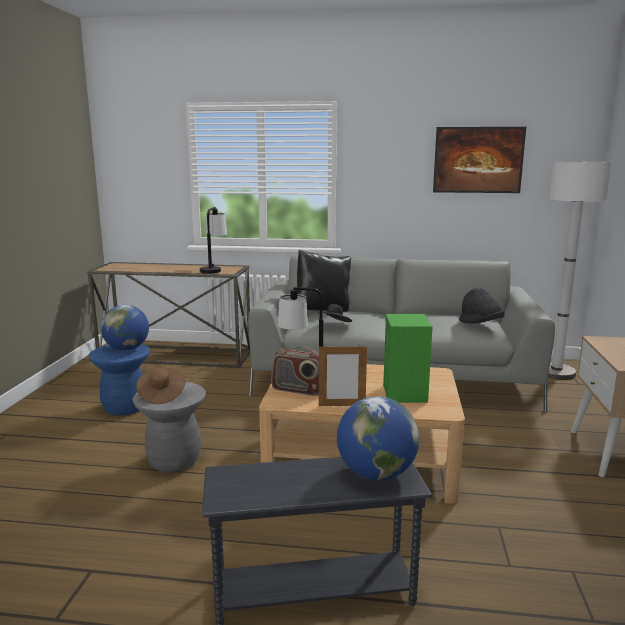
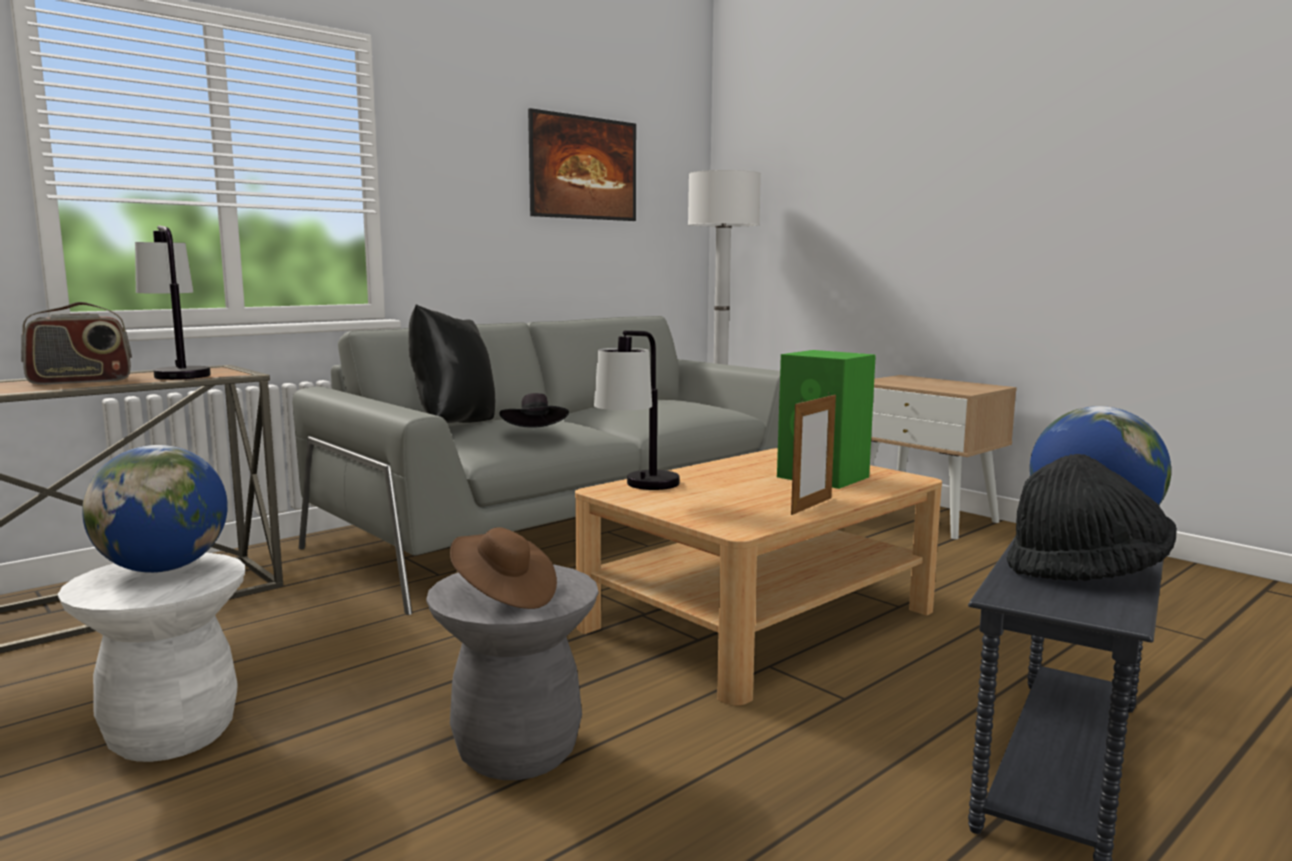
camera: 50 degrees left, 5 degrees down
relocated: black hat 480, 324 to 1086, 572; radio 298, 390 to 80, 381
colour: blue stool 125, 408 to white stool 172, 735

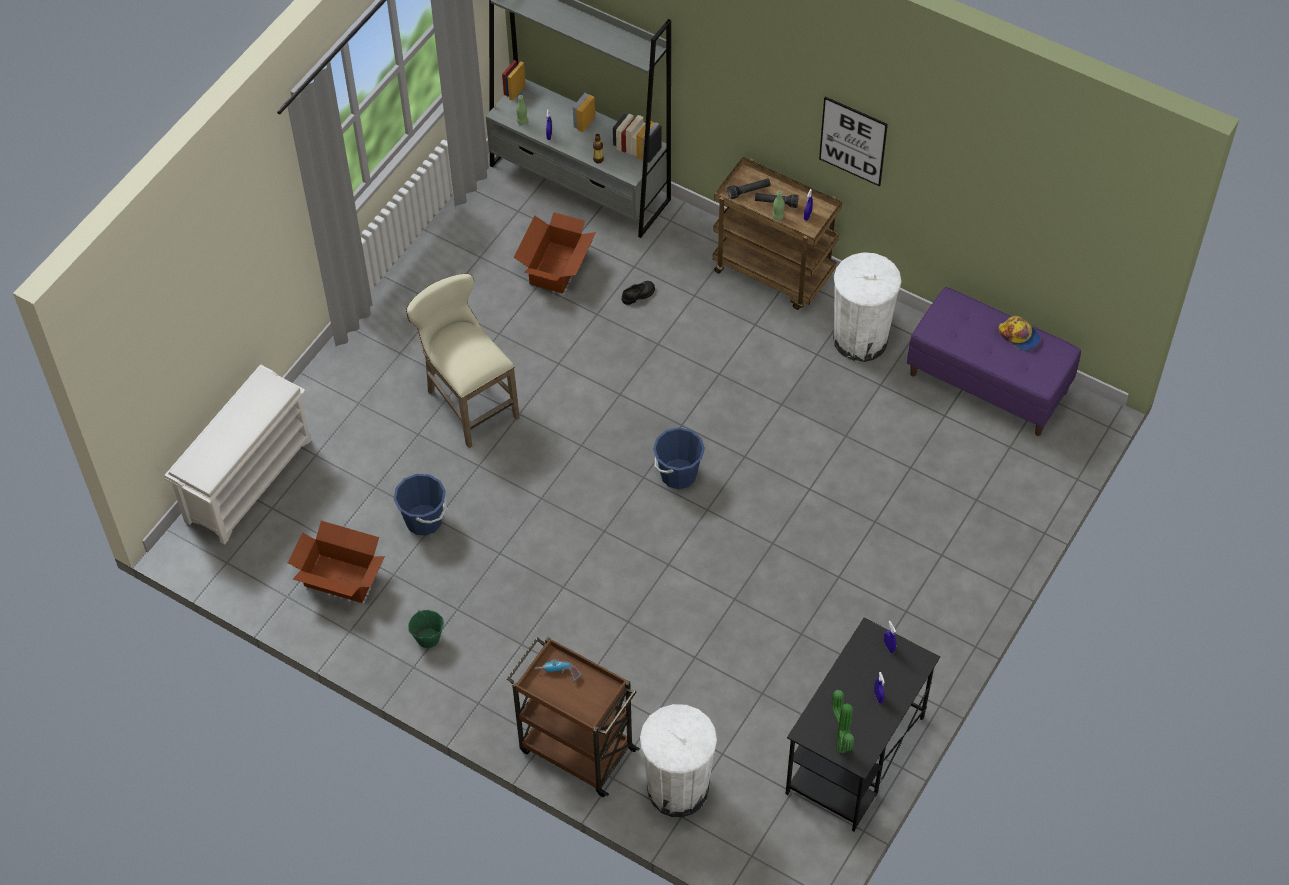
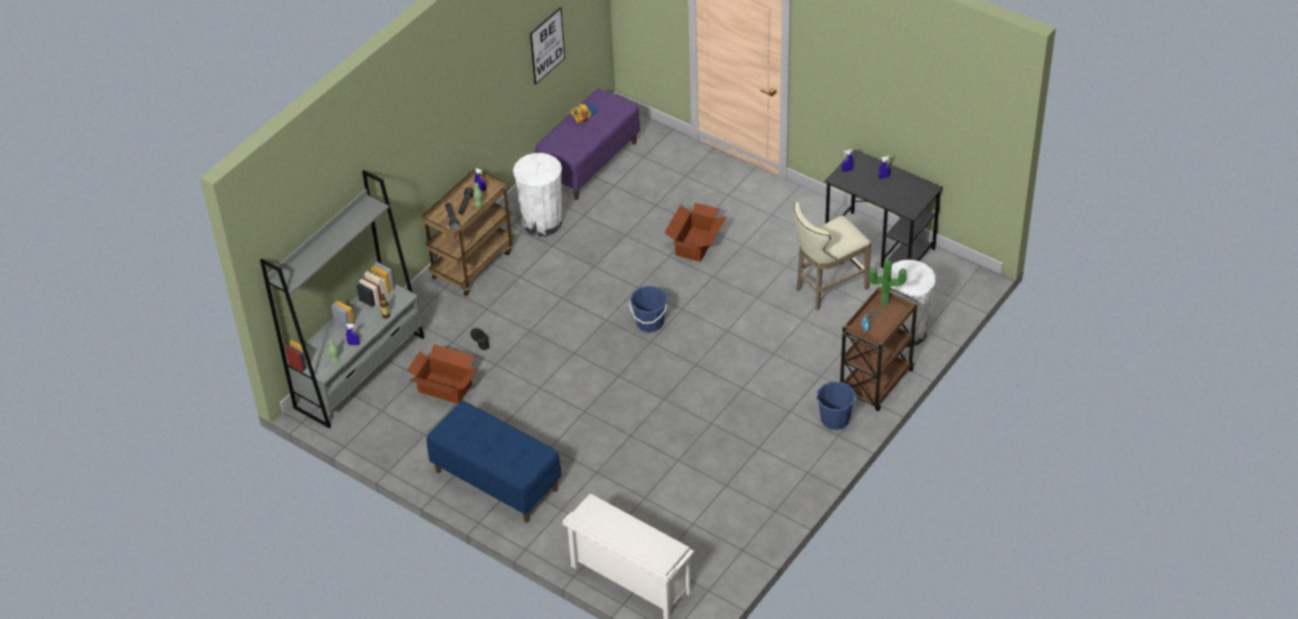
camera: 85 degrees left, 10 degrees down
missing: green bucket 428, 638
appeared: blue bench 495, 480
relocated: picture 853, 141 to 547, 45; beige stool 468, 402 to 827, 289; blue bucket 424, 520 to 835, 419; cardboard box 340, 577 to 695, 244; potted plant 839, 748 to 885, 304

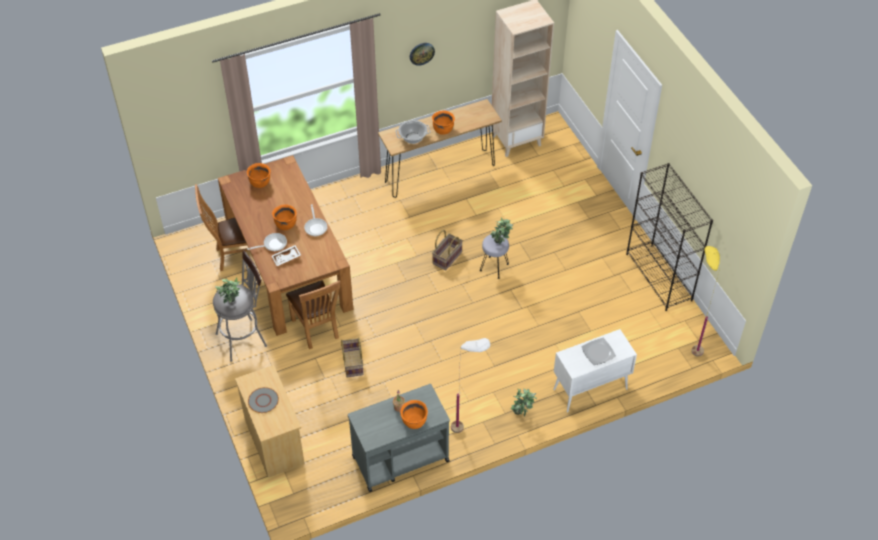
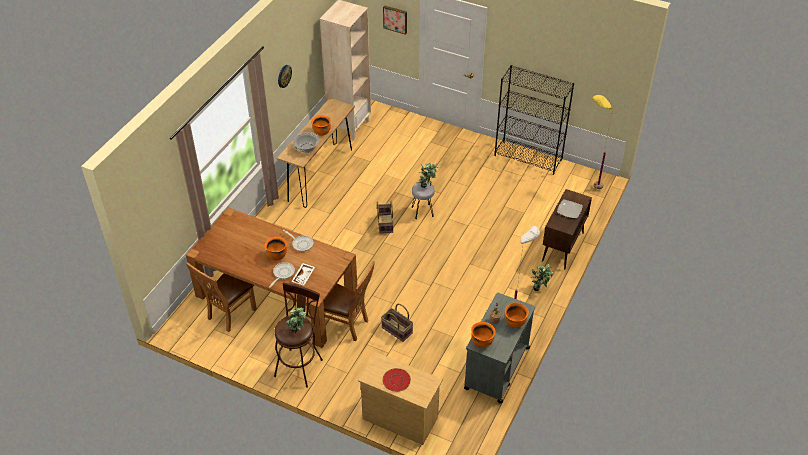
camera: 40 degrees left, 5 degrees down
appeared: picture 395, 19
relocated: orange cooking pot 260, 183 to 482, 341
colour: grey stool 245, 338 to brown stool 300, 364; white cabinet 589, 389 to brown cabinet 562, 247; grey plate 263, 400 to red plate 396, 380

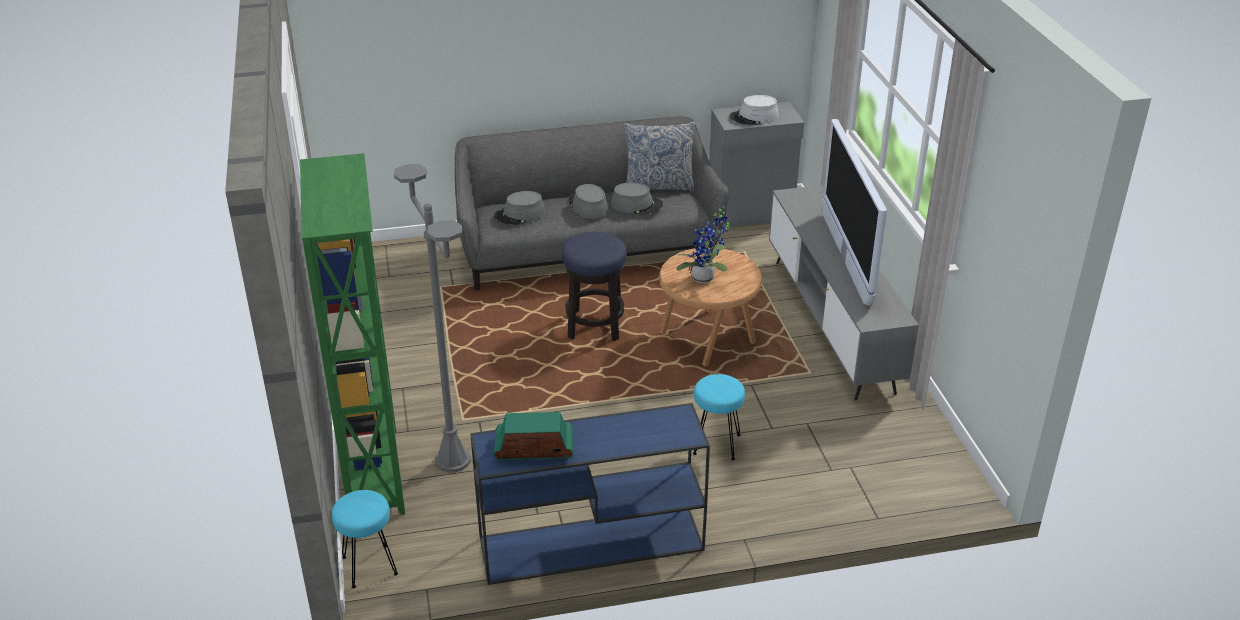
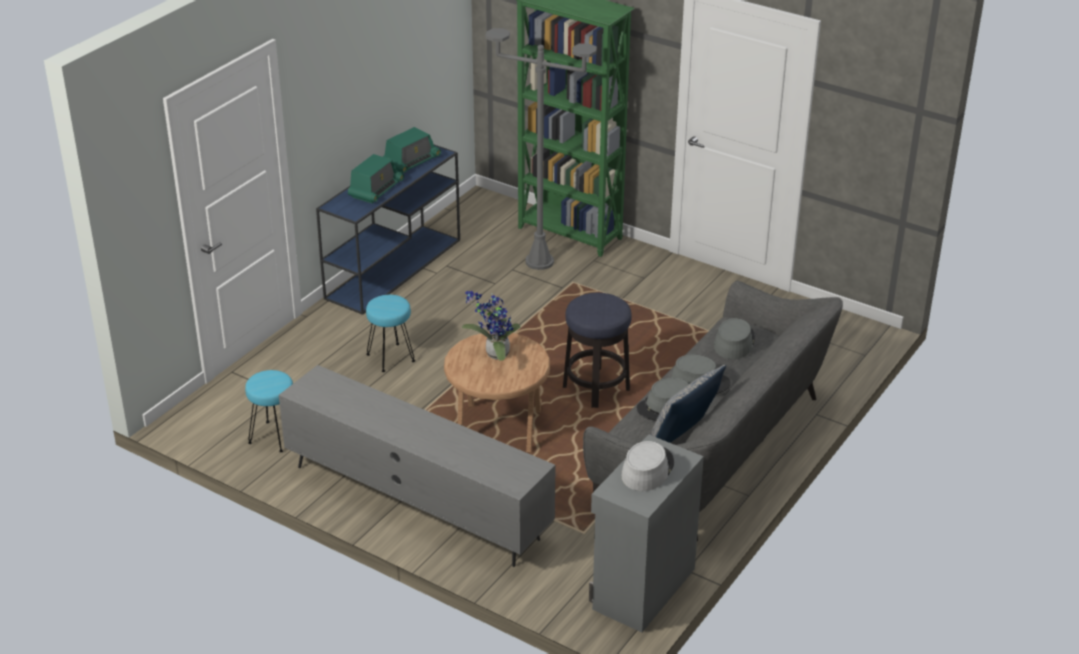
camera: 135 degrees right, 0 degrees up
missing: television 846, 259
appeared: radio 376, 190
relocated: turquoise stool 368, 566 to 275, 436

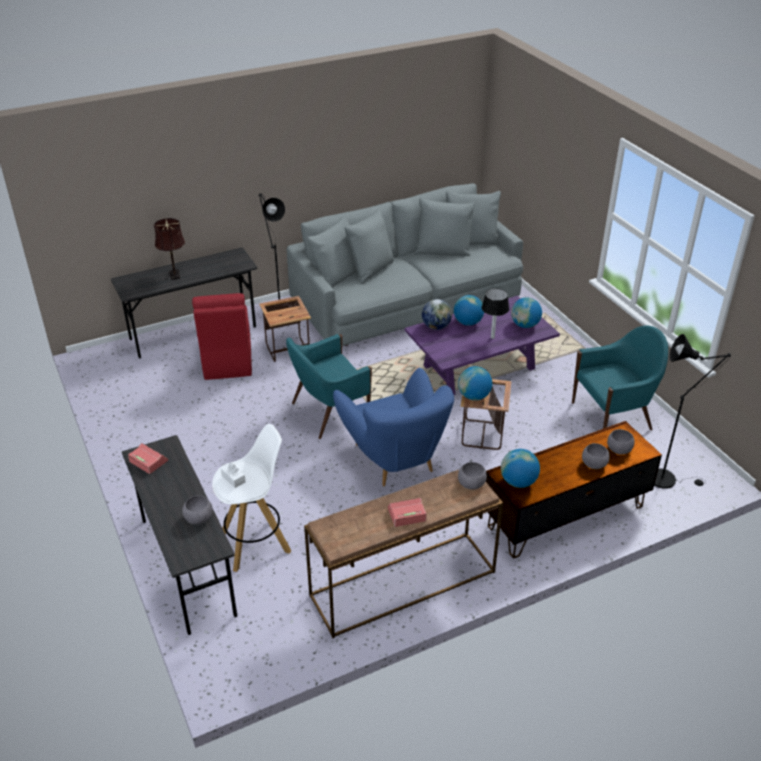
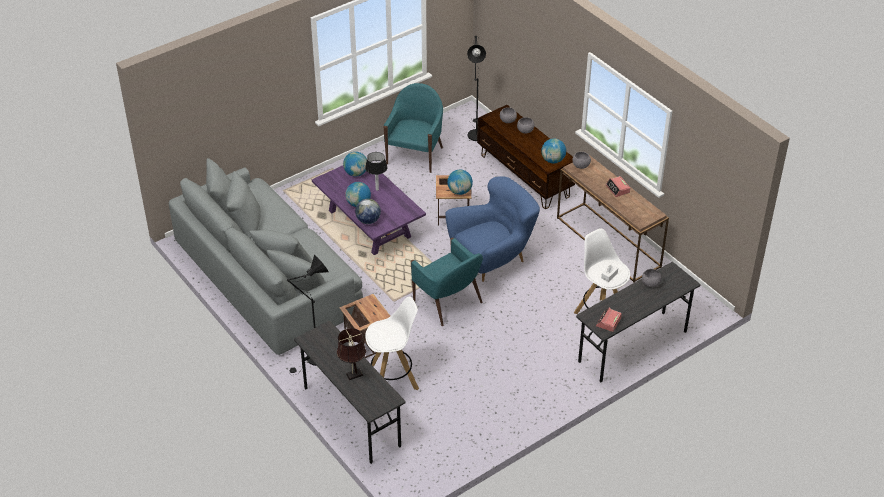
camera: 100 degrees left, 5 degrees up
exchanged: red chair 227, 361 to white stool 393, 381
spun: turquoise armchair 613, 416 = 415, 155 45 degrees clockwise

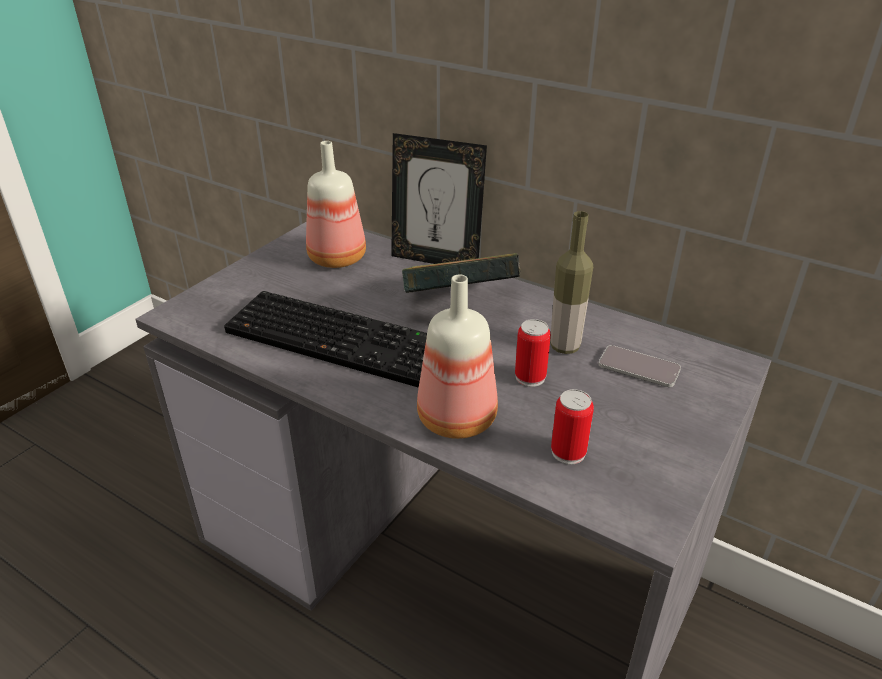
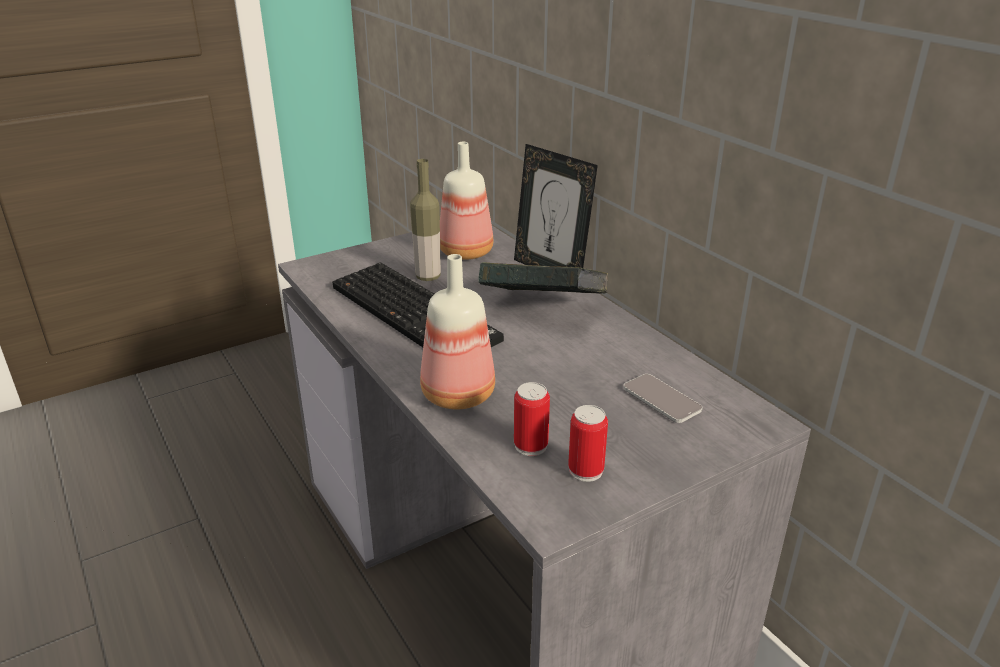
camera: 25 degrees right, 5 degrees down
relocated: bottle 565, 346 to 428, 277; can 530, 377 to 586, 470

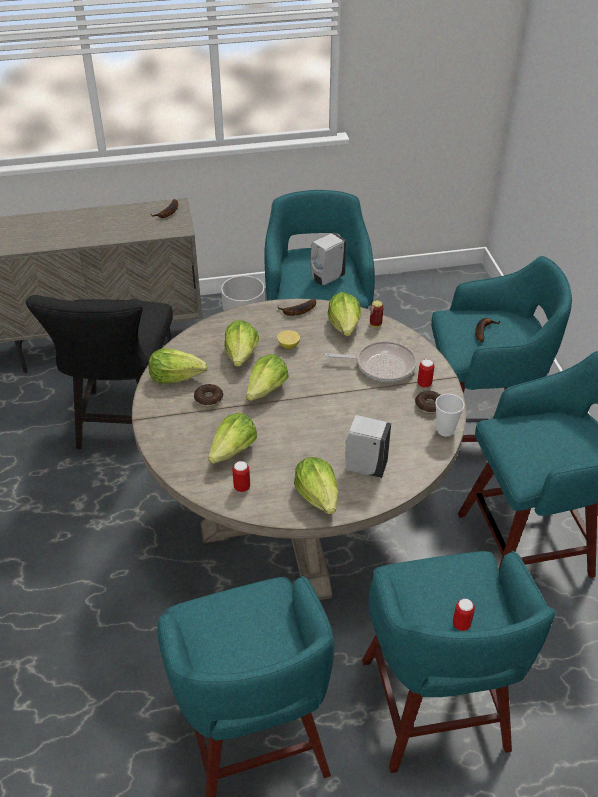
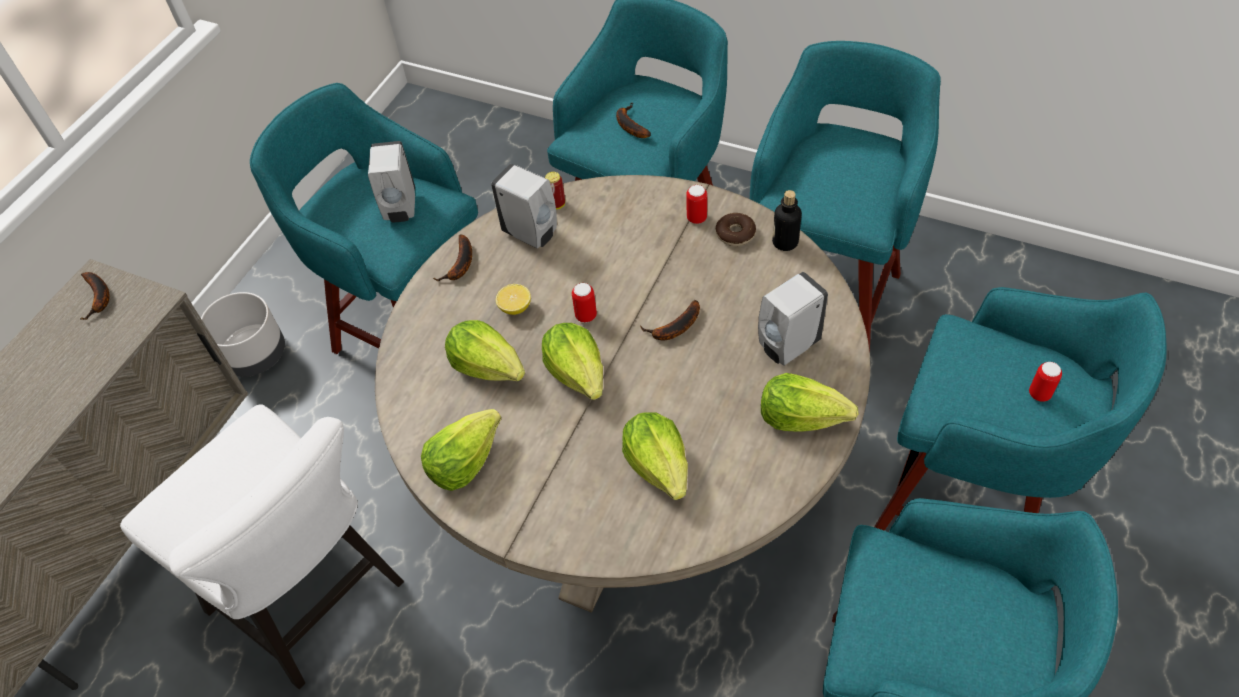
camera: 50 degrees left, 10 degrees up
missing: frying pan 381, 365; donut 209, 399
appeared: banana 674, 328
relocated: can 242, 487 to 586, 316
exchanged: lettuce 345, 326 to white soap dispenser 532, 234; cup 445, 430 to bottle 785, 242
colour: black chair 126, 427 to white chair 317, 602

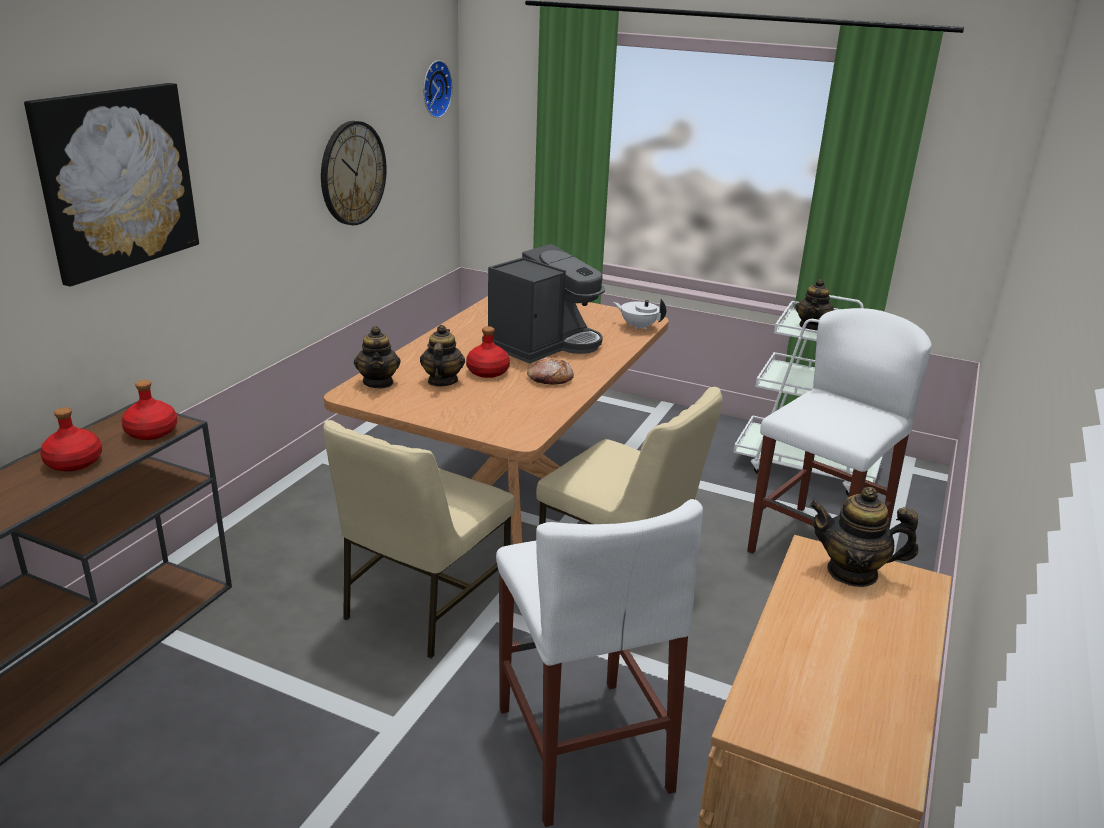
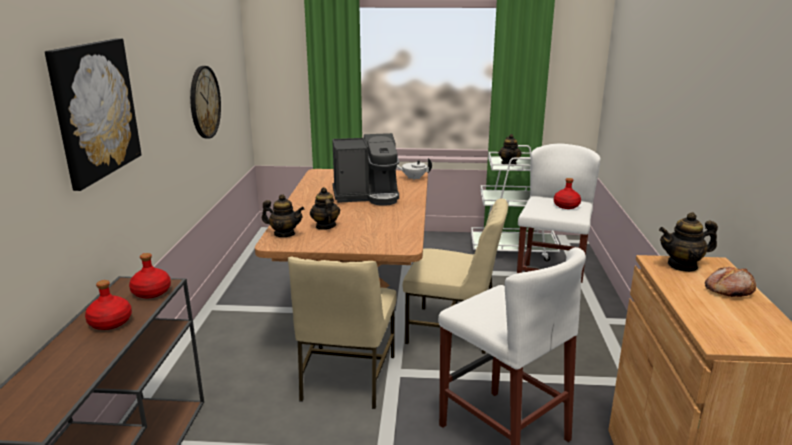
camera: 20 degrees left, 5 degrees down
missing: wall clock 434, 89
relocated: red bottle 488, 371 to 566, 206; bread 549, 379 to 728, 290
spun: coffee machine 544, 344 = 367, 196 60 degrees clockwise; teapot 378, 382 = 284, 234 45 degrees counterclockwise

